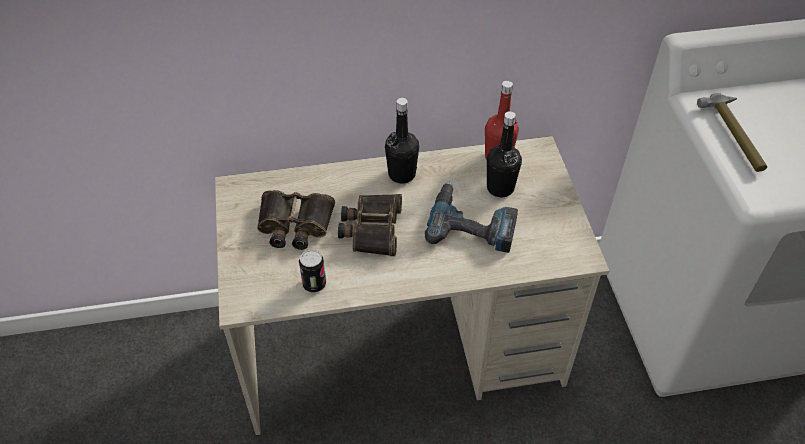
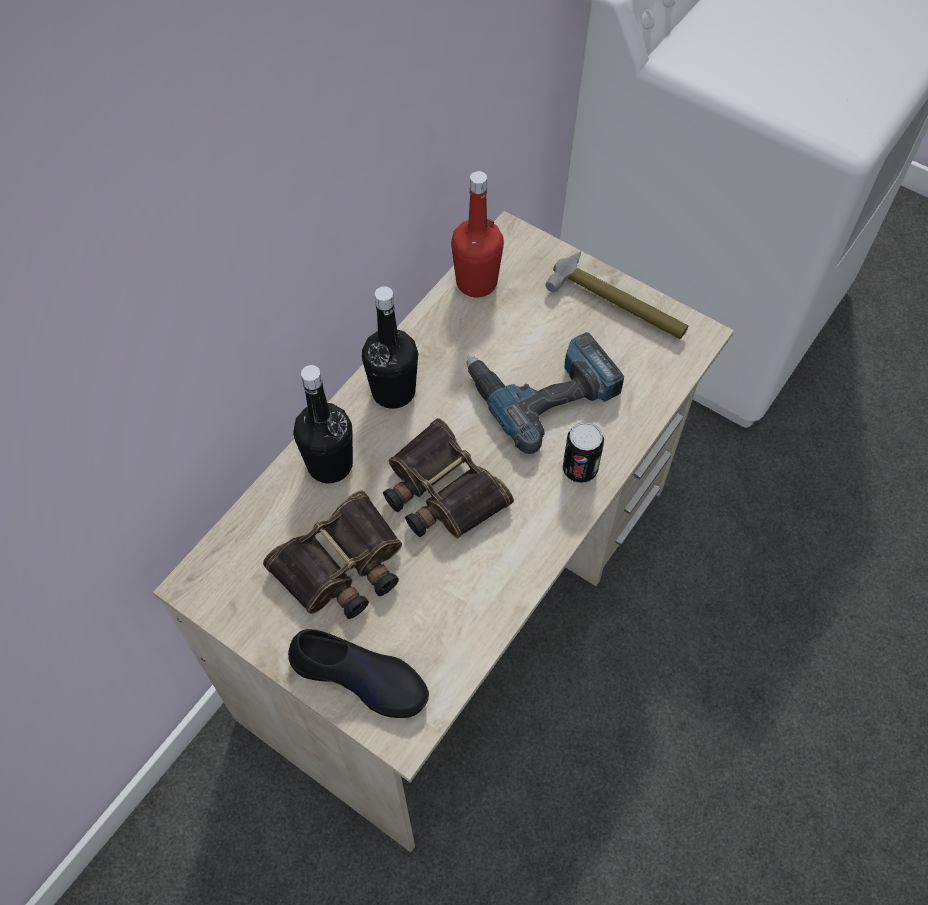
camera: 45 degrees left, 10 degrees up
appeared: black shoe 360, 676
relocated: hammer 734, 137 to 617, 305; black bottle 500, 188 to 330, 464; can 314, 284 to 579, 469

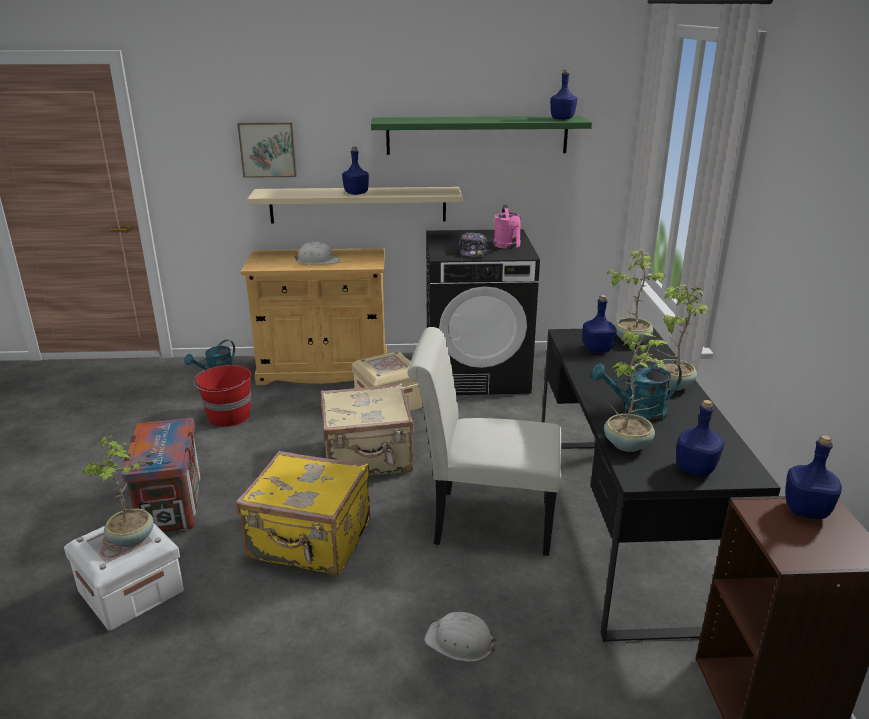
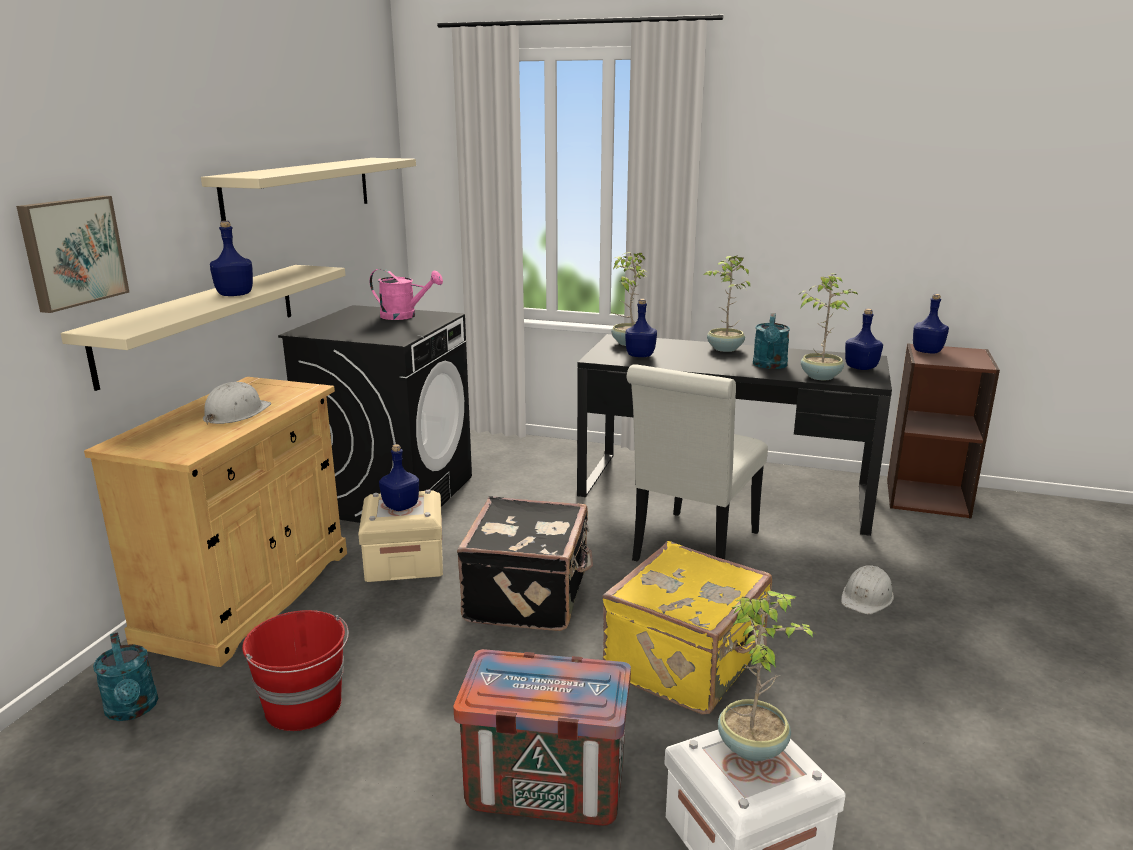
camera: 70 degrees left, 5 degrees down
missing: cap 473, 251
relocated: blue bottle 562, 119 to 400, 506
colour: green shelf 477, 135 to beige shelf 301, 191; beige suitcase 368, 458 to black suitcase 529, 596

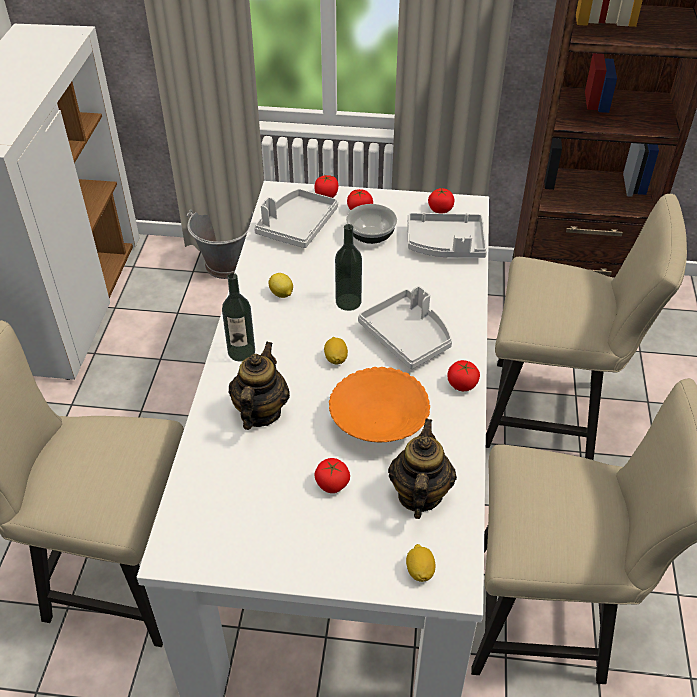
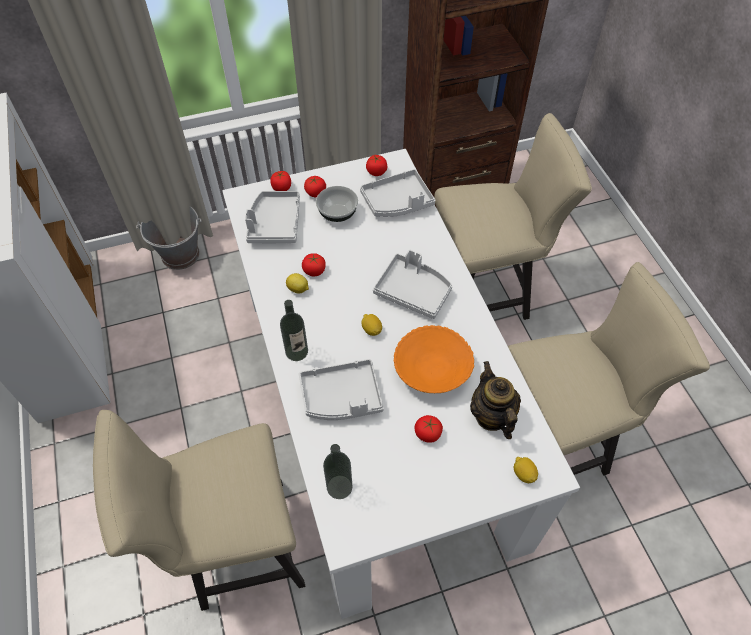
camera: 25 degrees left, 10 degrees up
relocated: bottle 348, 302 to 339, 487; tomato 462, 384 to 314, 271
exchanged: teapot 260, 412 to grey tray 341, 397

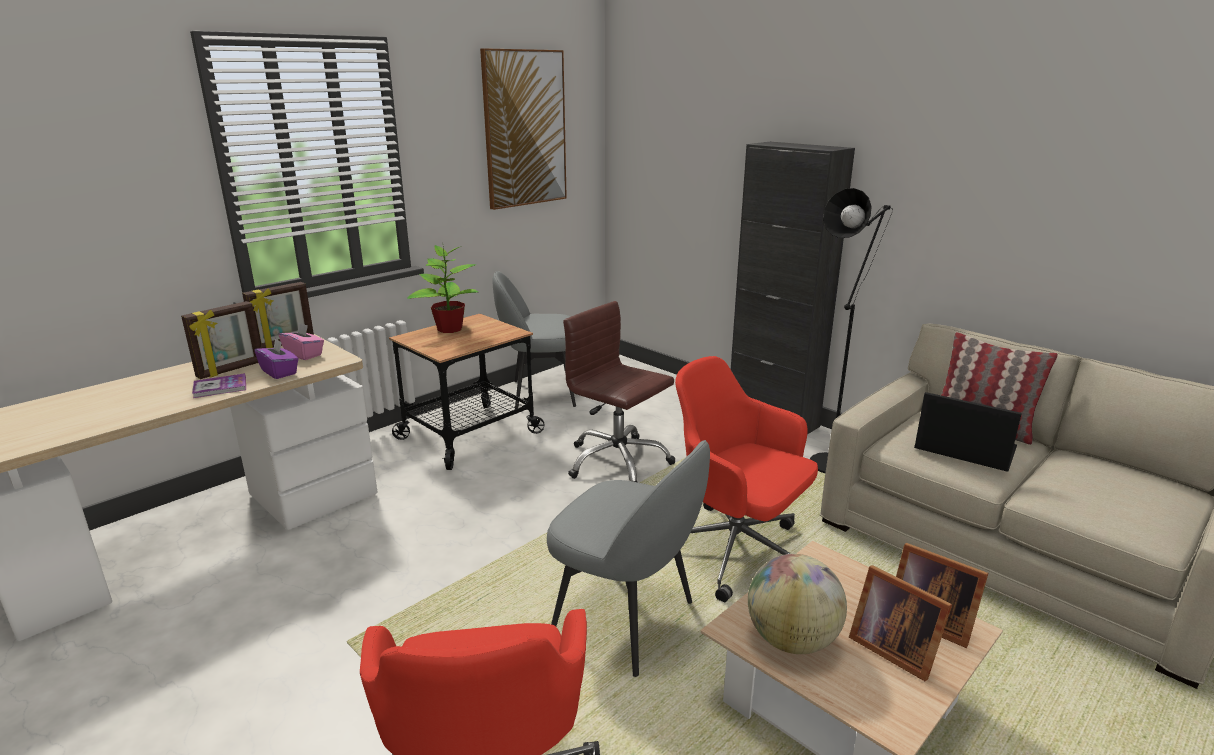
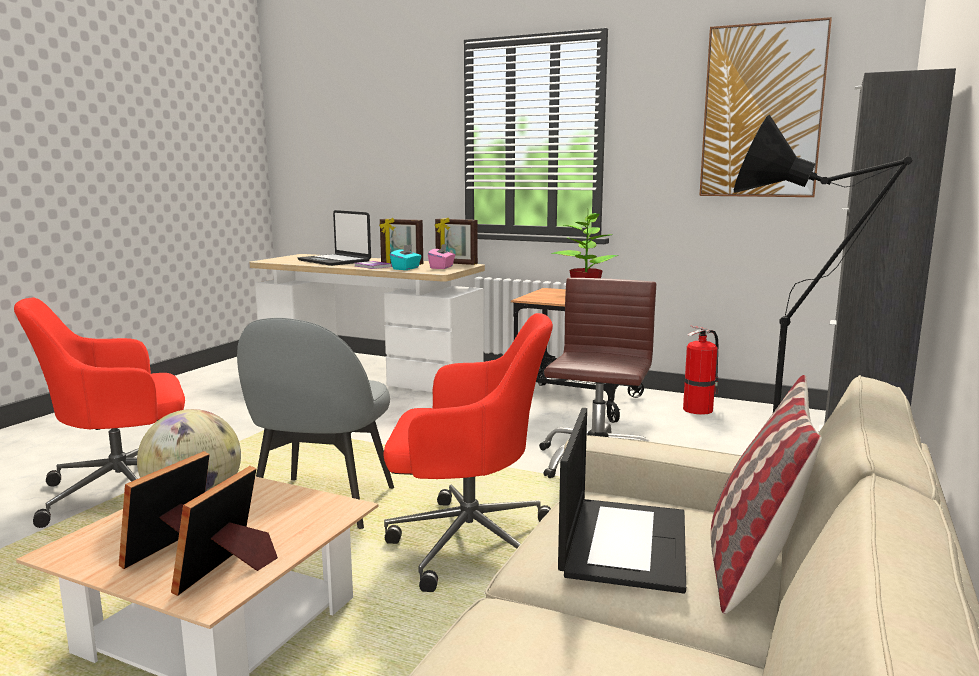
camera: 70 degrees right, 10 degrees down
appeared: laptop 335, 261
exchanged: grey chair 541, 393 to fire extinguisher 699, 409
colour: purple tissue box 279, 372 to turquoise tissue box 406, 268
spun: red office chair 735, 551 = 467, 543 75 degrees clockwise

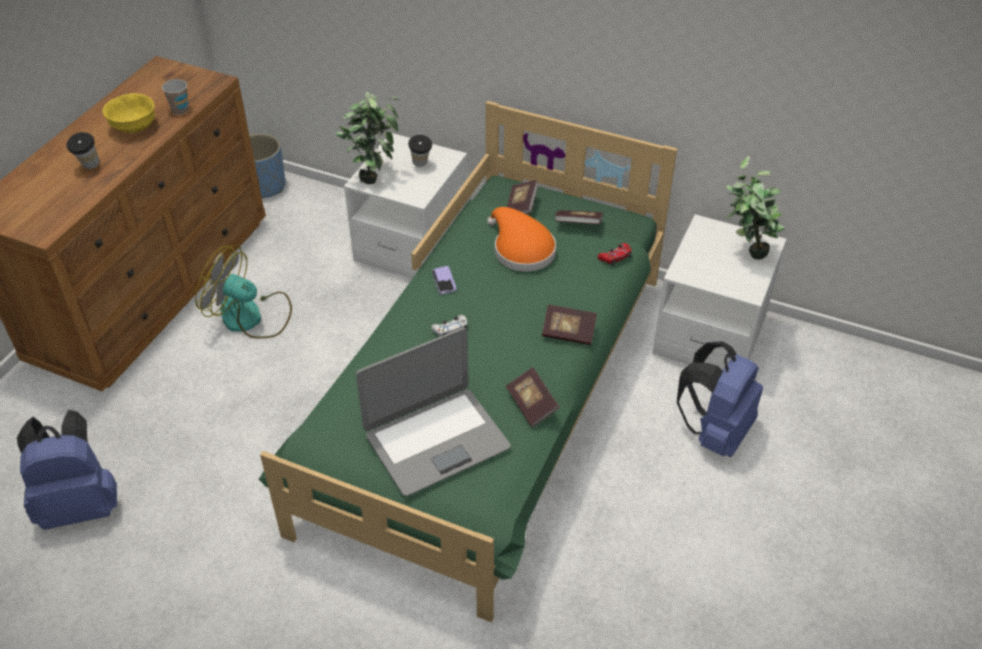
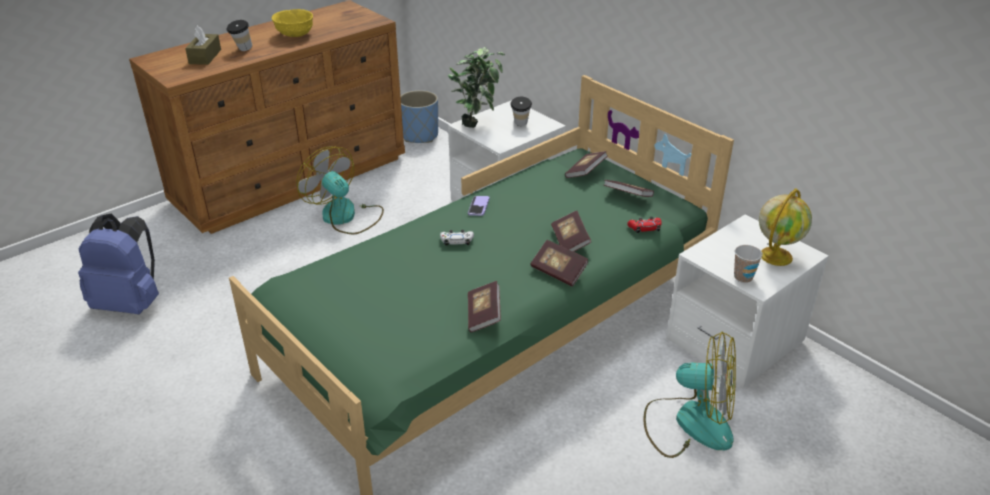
camera: 25 degrees right, 10 degrees down
missing: orange hat 520, 249; laptop 436, 440
appeared: brown tissue box 205, 56; book 570, 241
relocated: cup 180, 110 to 743, 277
exchanged: potted plant 745, 253 to globe 776, 255; blue backpack 715, 432 to fan 689, 423

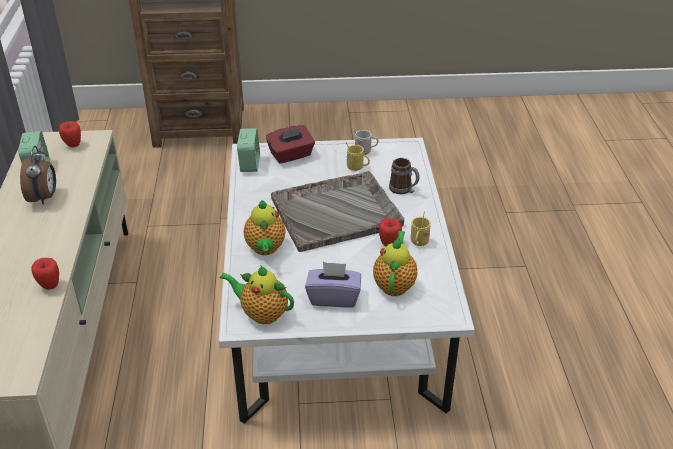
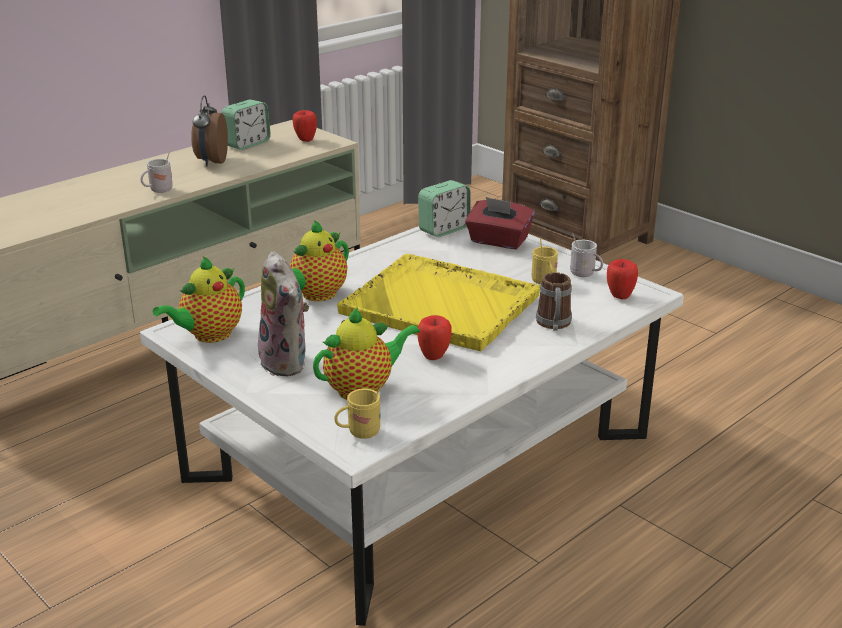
camera: 50 degrees right, 10 degrees down
appeared: white mug 158, 191
relocated: yellow mug 418, 243 to 359, 433; apple 49, 286 to 619, 296
exchanged: purple tissue box 333, 297 to plush toy 288, 362
colour: grey tray 337, 212 to yellow tray 441, 305
spun: alarm clock 44, 198 = 211, 162 135 degrees clockwise; teapot 262, 313 = 209, 335 120 degrees counterclockwise

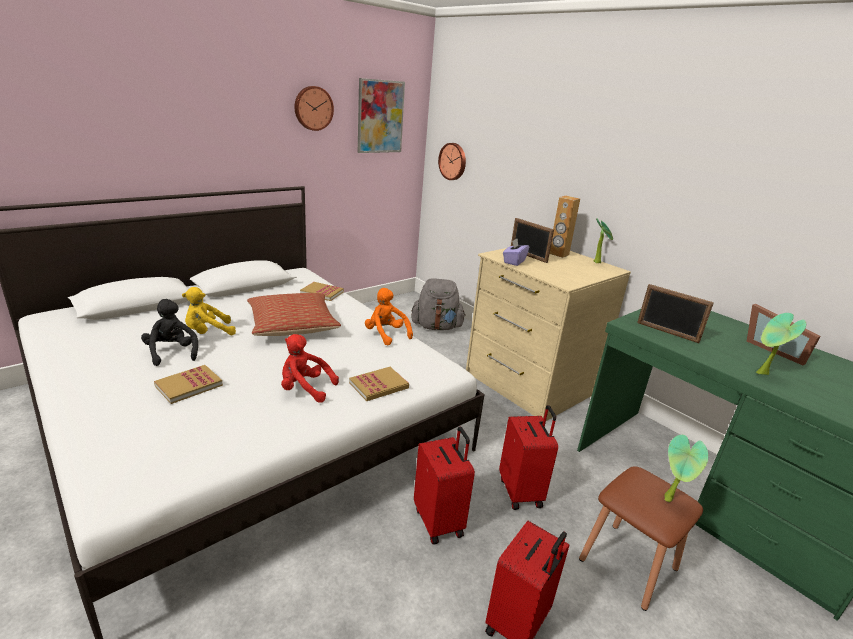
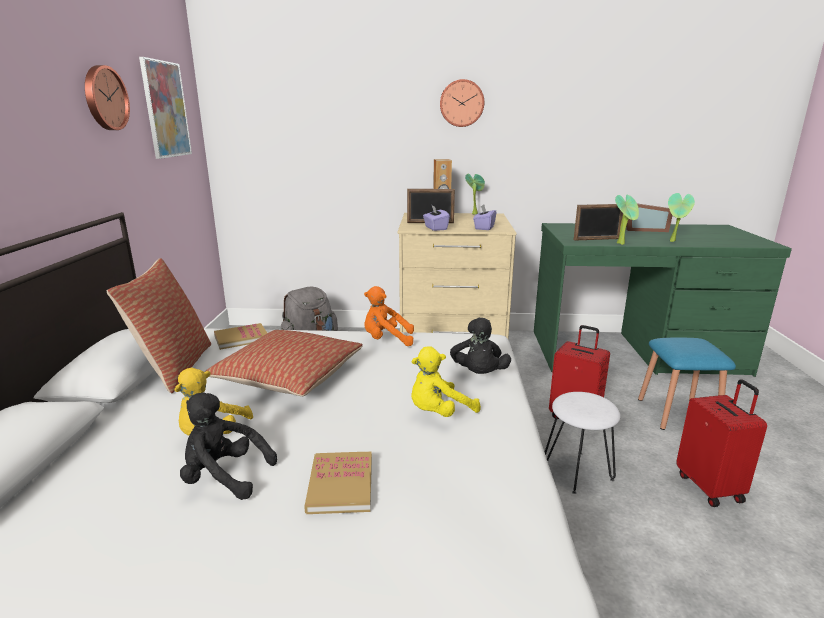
camera: 45 degrees left, 5 degrees down
appeared: purple tissue box 484, 228; pillow 174, 367
relocated: wall clock 453, 161 to 461, 103; potted plant 670, 500 to 622, 244
exchanged: book 379, 385 to black plush toy 478, 374; red suitcase 439, 521 to white stool 578, 471
colour: red plush toy 305, 389 to yellow plush toy 439, 413; brown stool 628, 564 to blue stool 677, 413

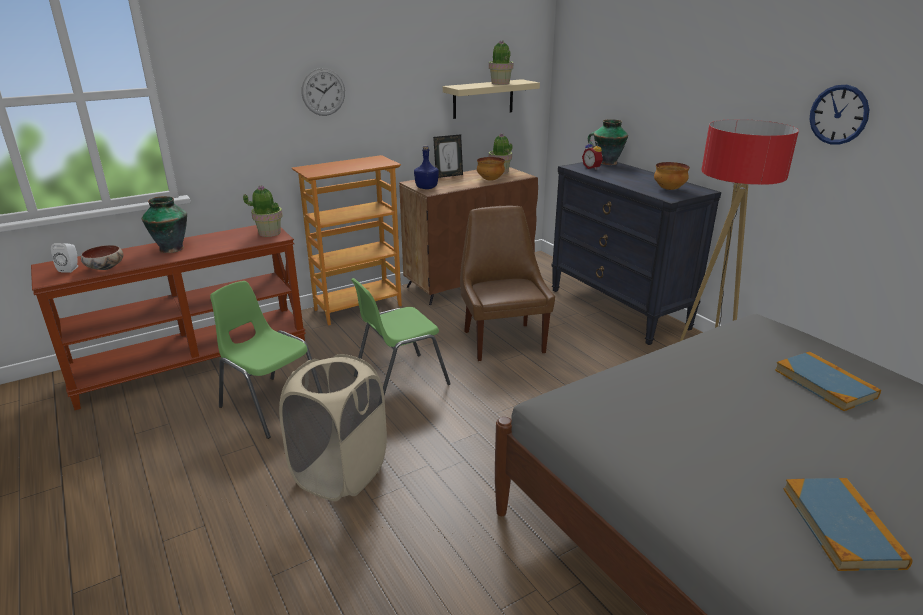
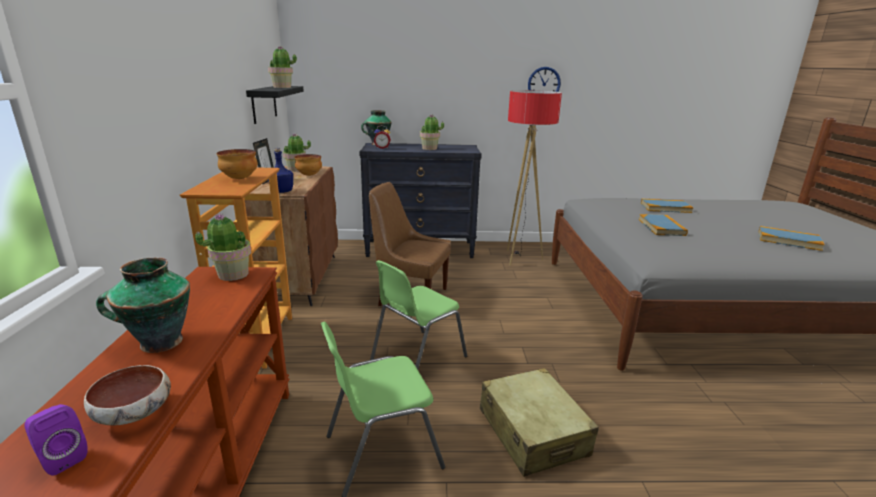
camera: 60 degrees left, 5 degrees down
missing: wall clock 323, 92
appeared: potted plant 429, 148; book 661, 227
relocated: bowl 668, 189 to 239, 178
exchanged: beige laundry basket 340, 473 to beige suitcase 532, 432
colour: beige shelf 483, 99 to black shelf 264, 104; white speaker 70, 269 to purple speaker 61, 458
spun: green chair 399, 380 = 416, 358 45 degrees clockwise

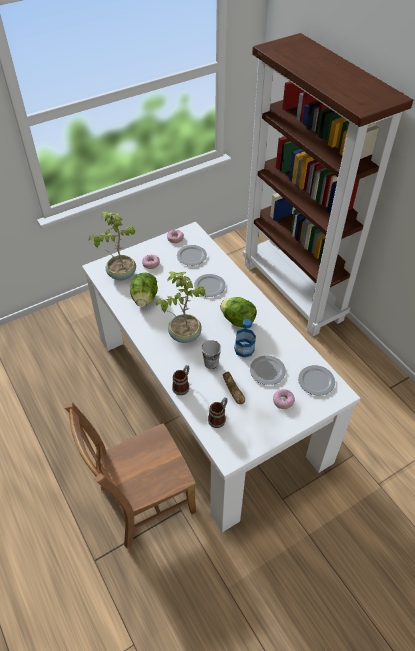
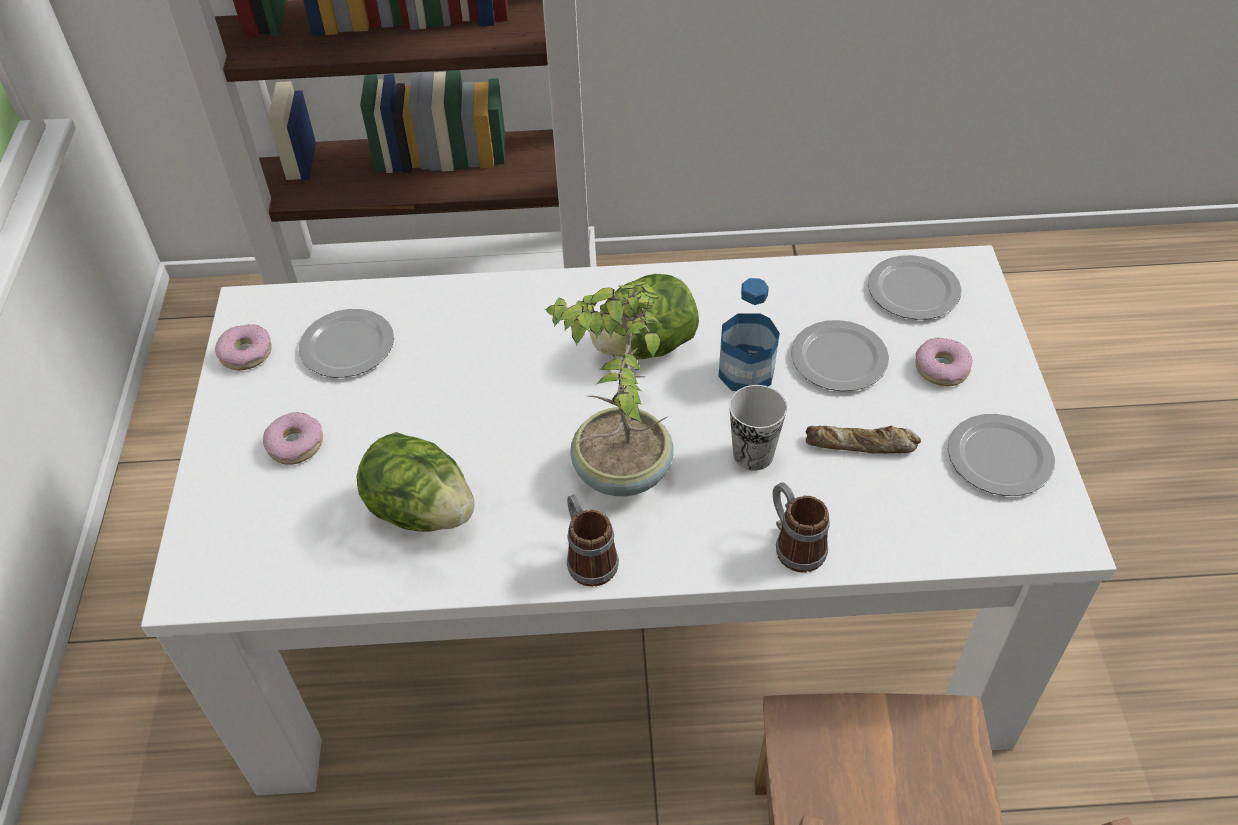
camera: 60 degrees left, 0 degrees up
missing: potted plant 121, 274
relocated: plate 209, 286 to 998, 458; mug 219, 417 to 588, 557

